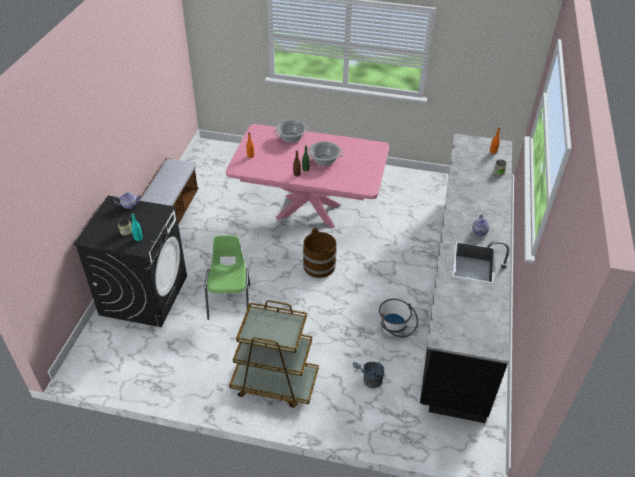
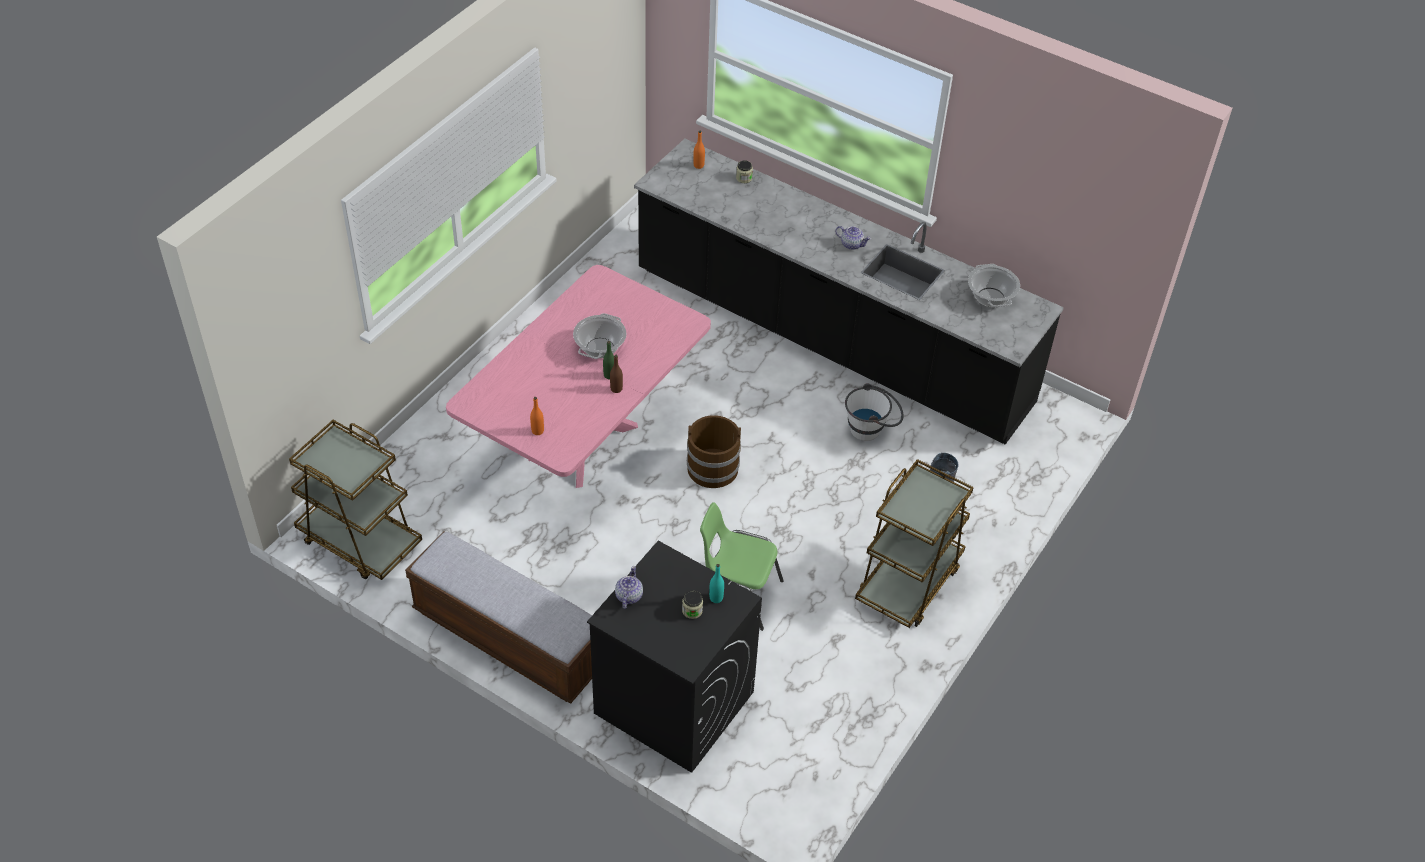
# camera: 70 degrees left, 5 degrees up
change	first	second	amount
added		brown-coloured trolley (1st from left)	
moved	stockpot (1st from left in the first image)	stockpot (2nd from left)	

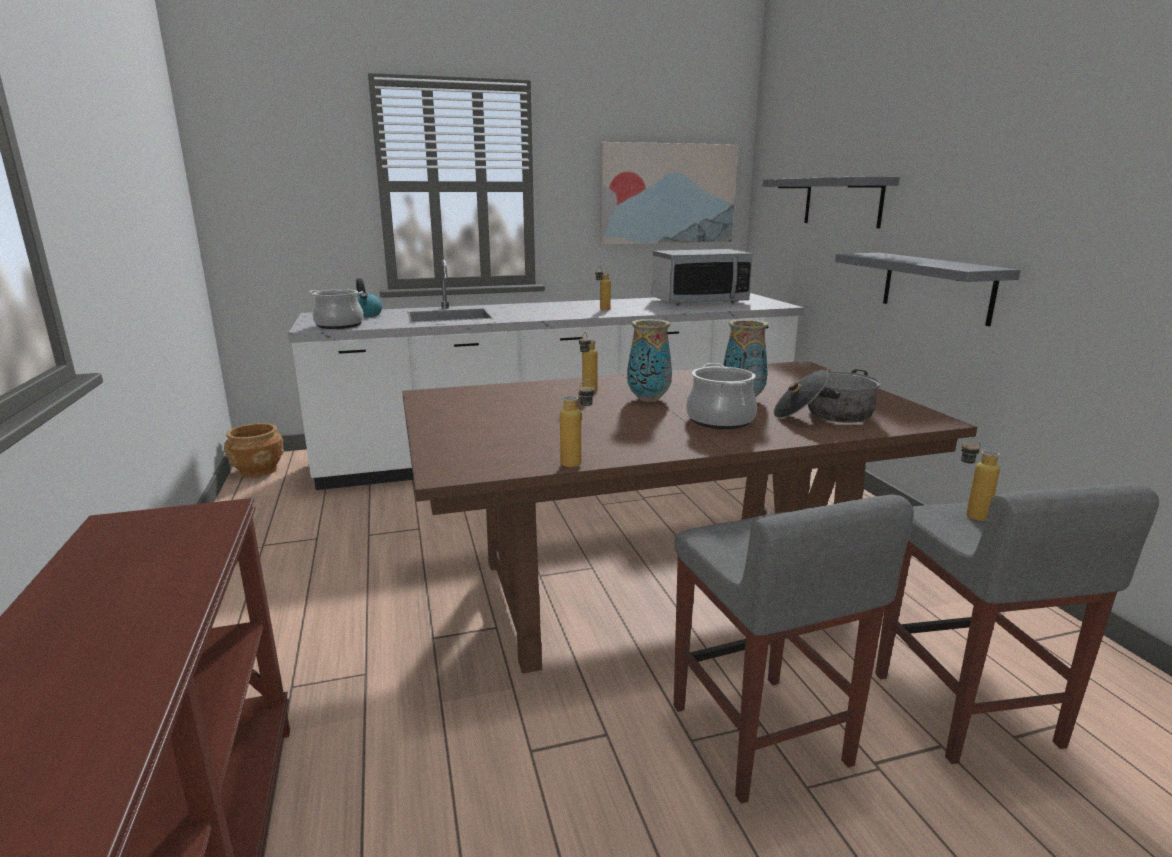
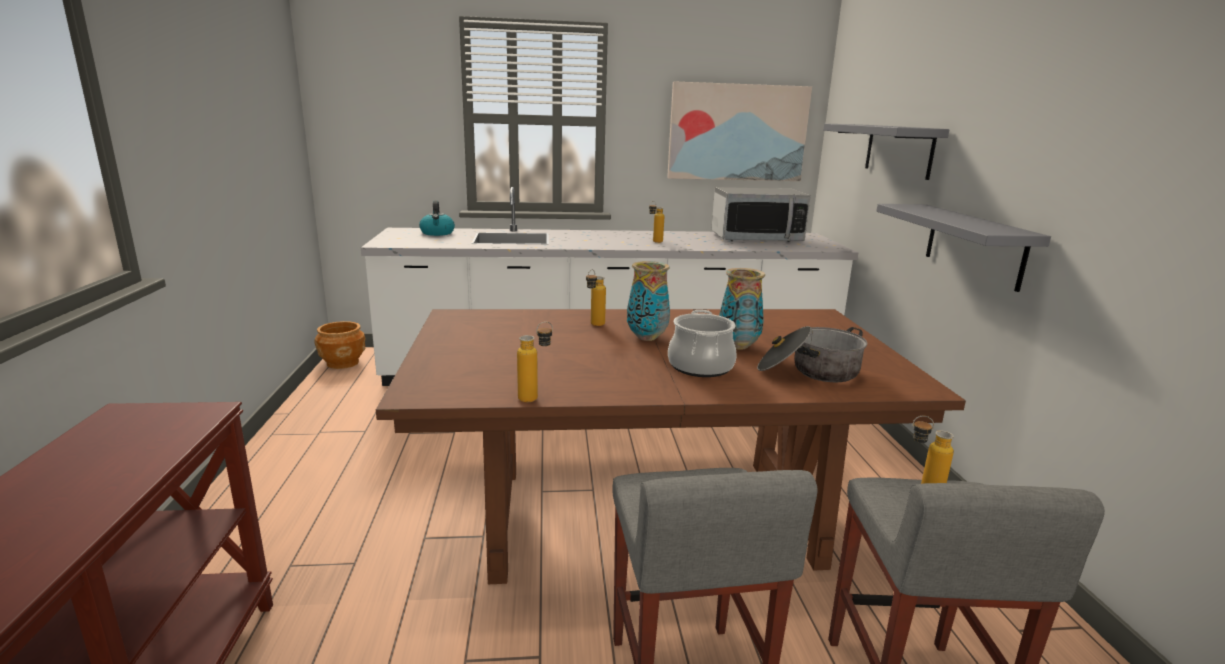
# camera: 10 degrees right, 0 degrees up
change	first	second	amount
removed	stockpot (1st from left)		

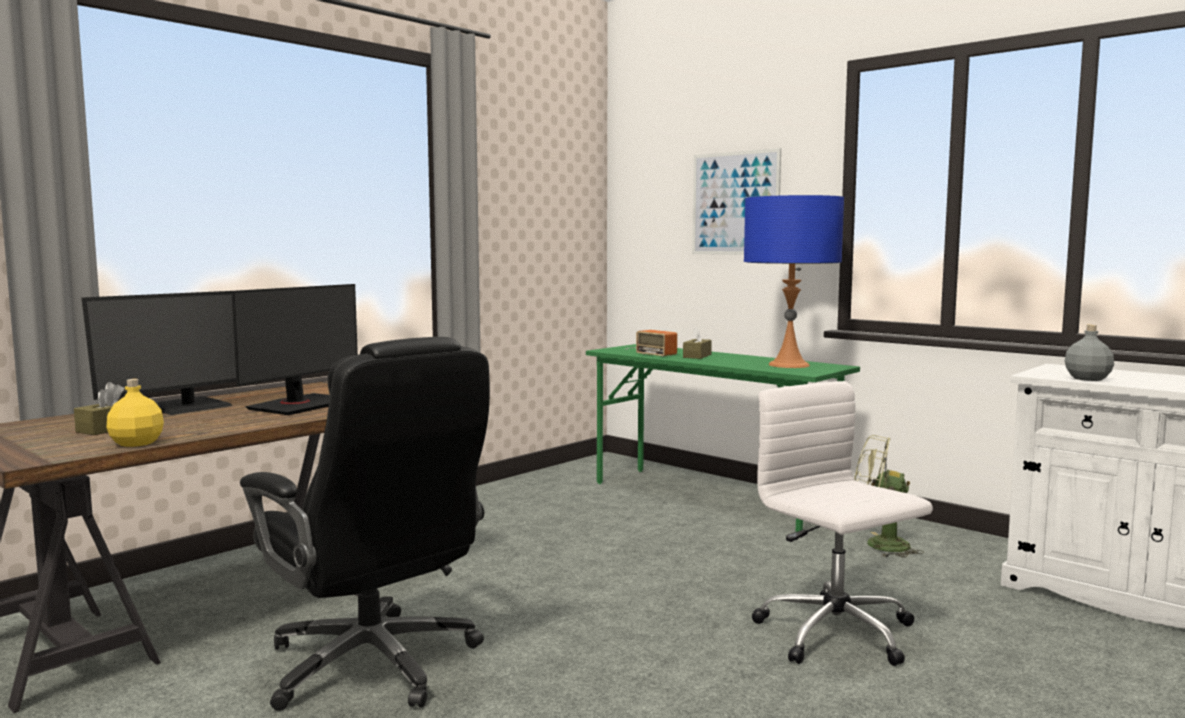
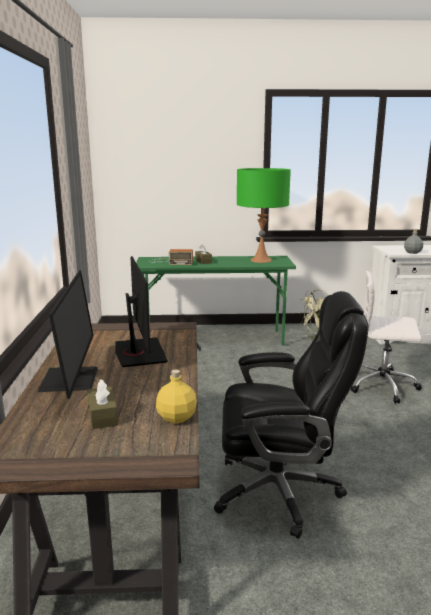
# camera: 45 degrees left, 10 degrees up
change	first	second	amount
recoloured	bluish lamp for a table	green-coloured lamp for a table	
removed	picture		

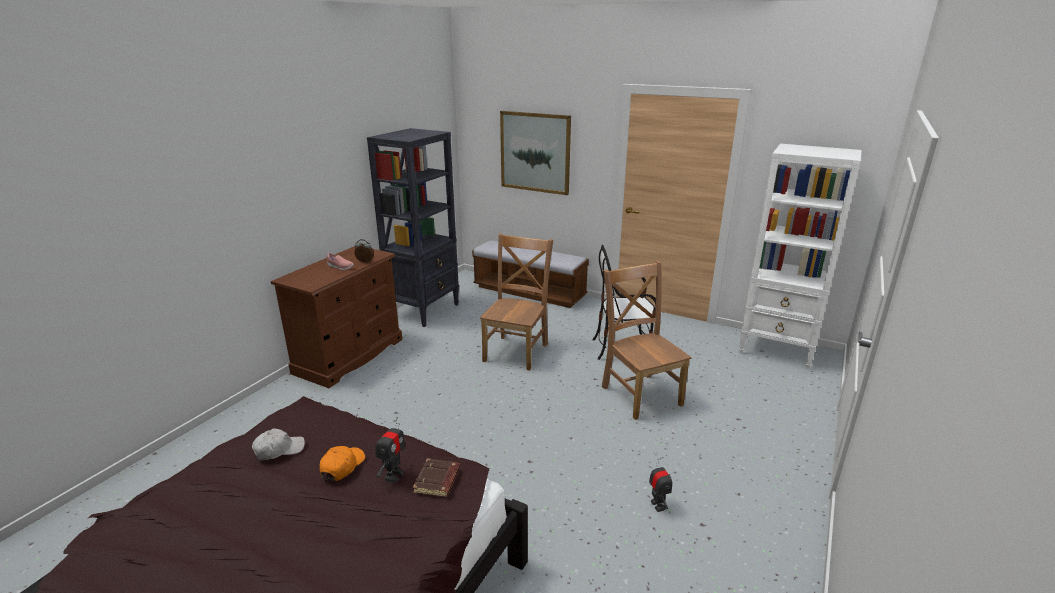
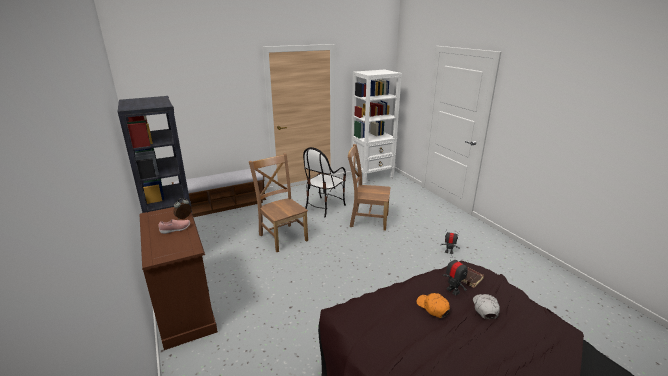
# camera: 55 degrees left, 0 degrees up
change	first	second	amount
moved	white-coloured baseball cap		
removed	picture		

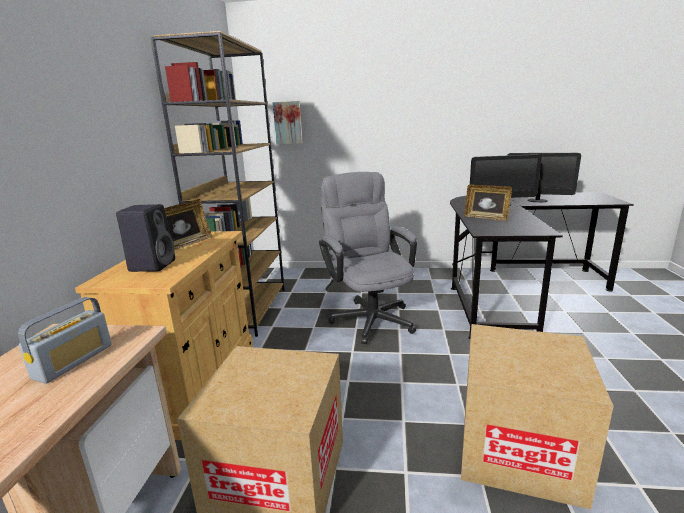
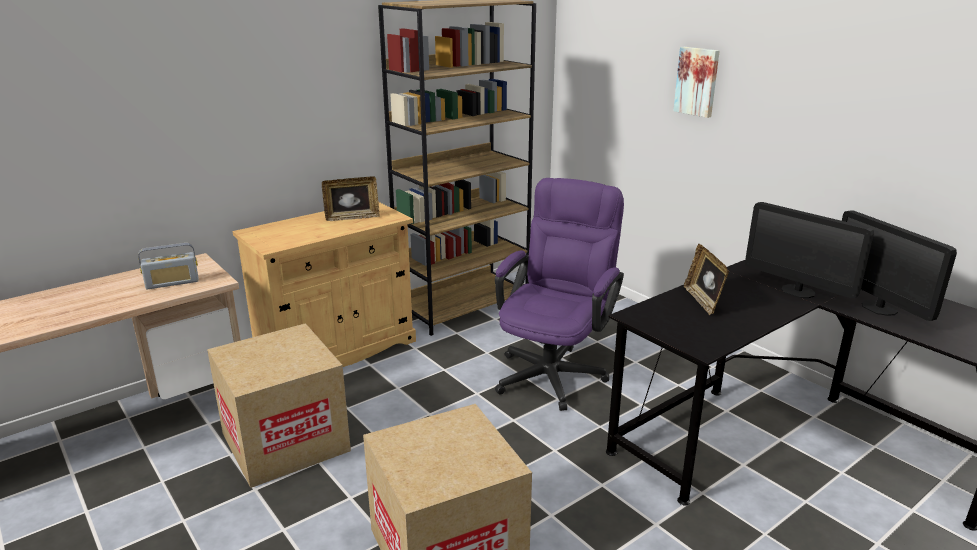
# camera: 45 degrees right, 5 degrees up
change	first	second	amount
recoloured	grey computer chair	purplish computer chair	
moved	picture		
removed	black-coloured loudspeaker		

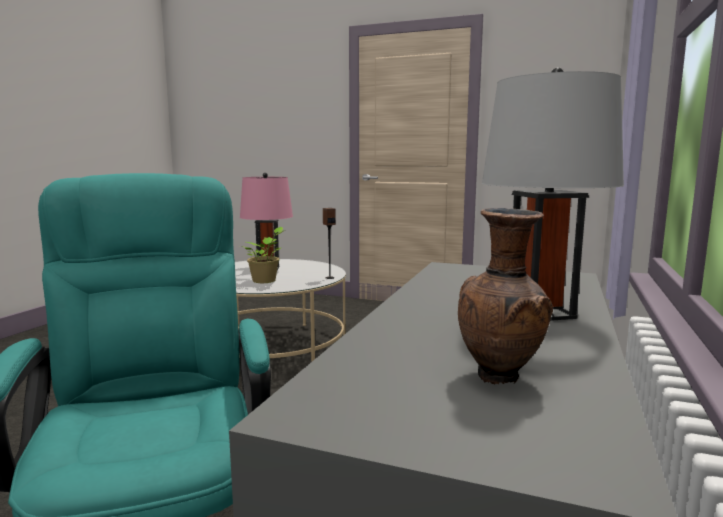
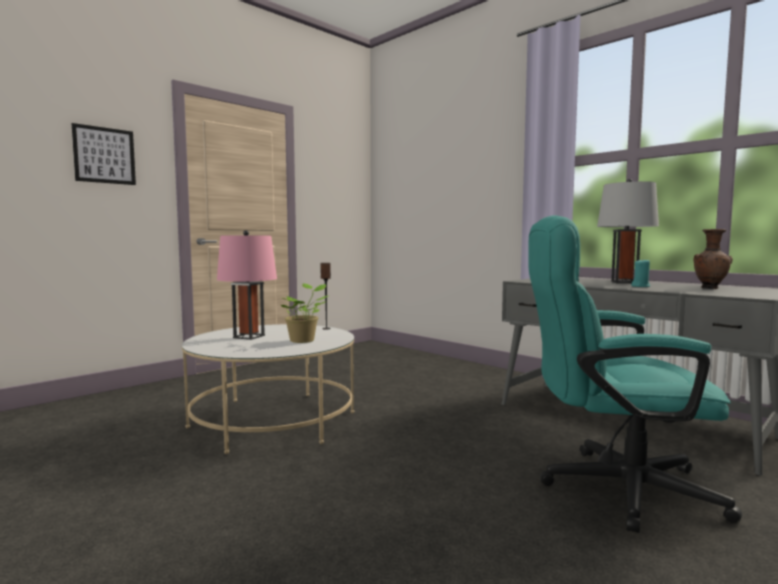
# camera: 65 degrees left, 5 degrees down
change	first	second	amount
added		picture	
added		blue-green wax candle	

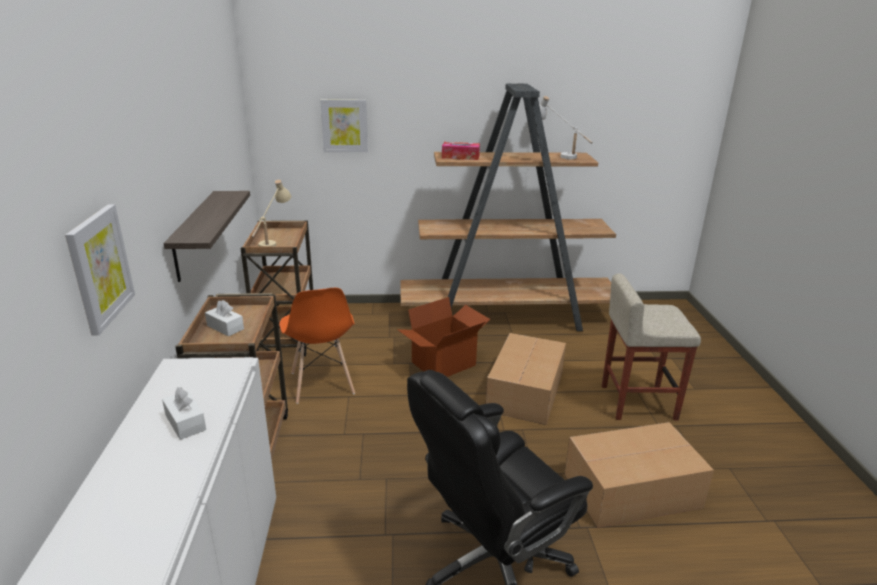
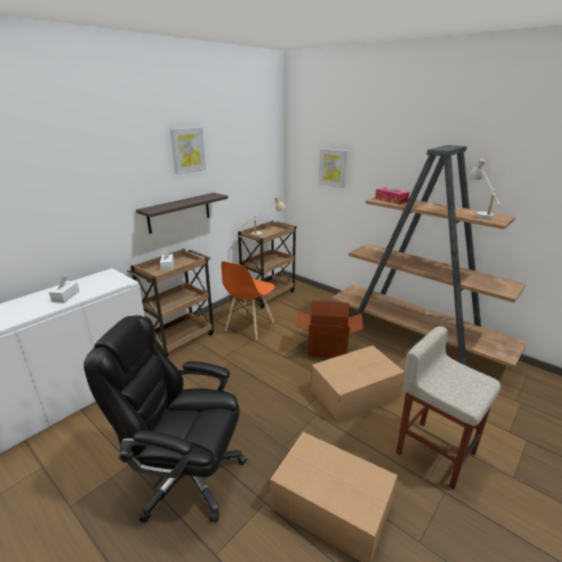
# camera: 45 degrees right, 0 degrees up
change	first	second	amount
moved	picture (1st from left)		

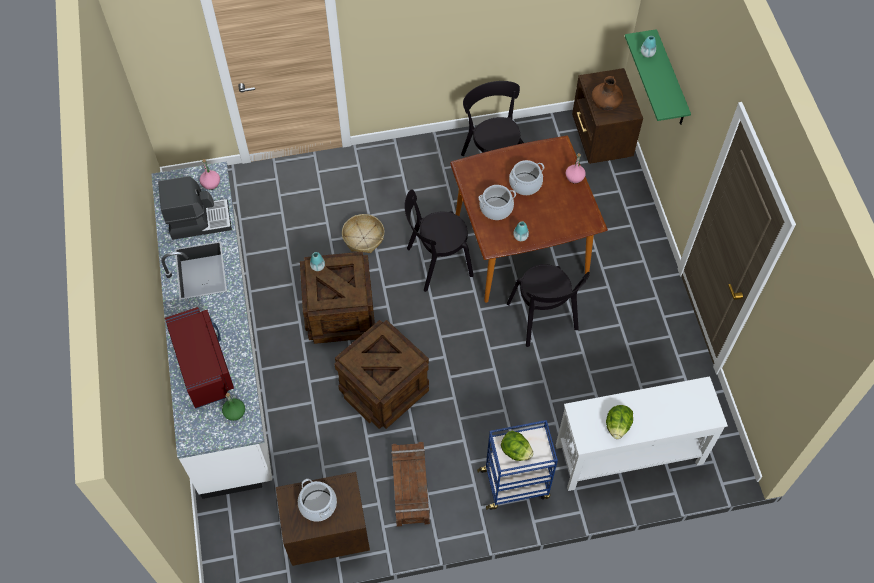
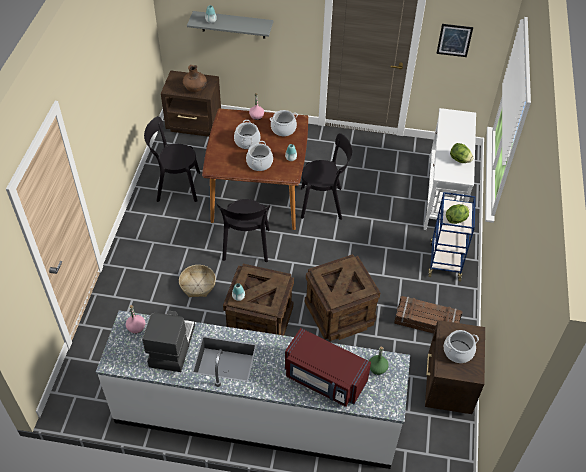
# camera: 70 degrees left, 10 degrees down
change	first	second	amount
recoloured	green-coloured bracket shelf	grey bracket shelf	
added		stockpot (3rd from left)	
turned	red microwave oven		150 degrees counterclockwise
added		picture	

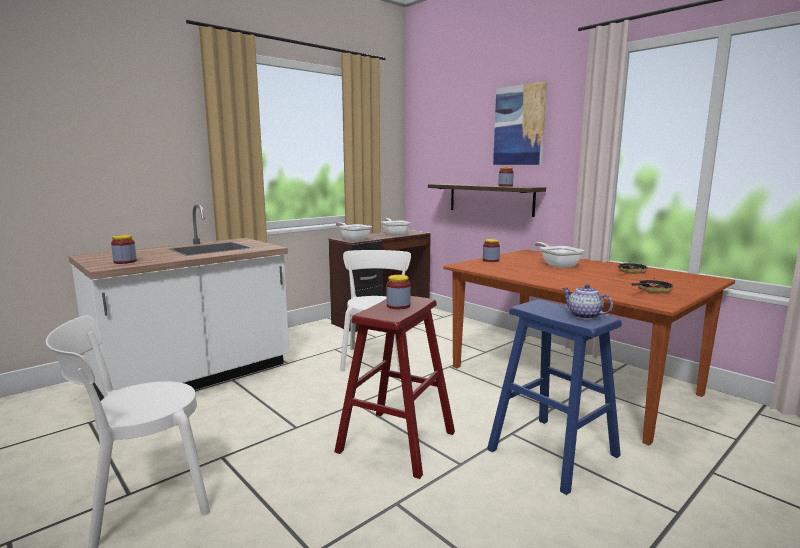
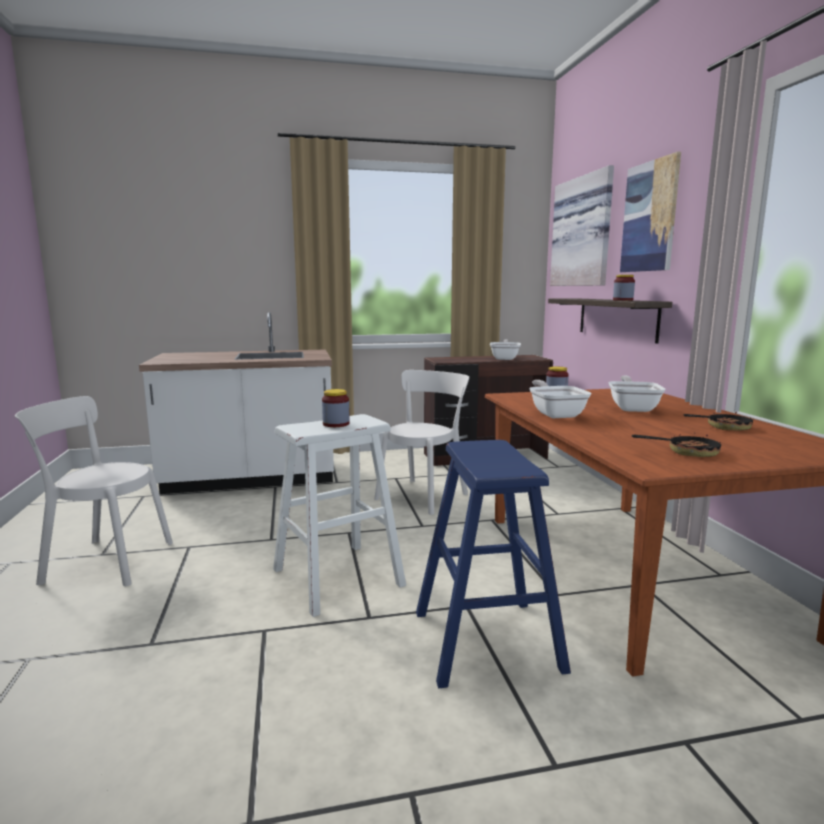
# camera: 30 degrees right, 0 degrees up
change	first	second	amount
recoloured	red stool	white-coloured stool	
moved	frying pan (1st from left in the first image)	frying pan (2nd from left)	
added		picture (1st from left)	
removed	storage jar (1st from left)		
removed	tea pot		

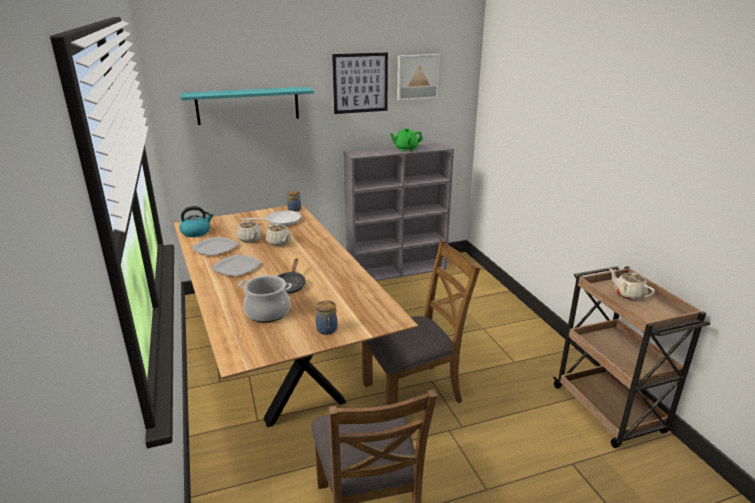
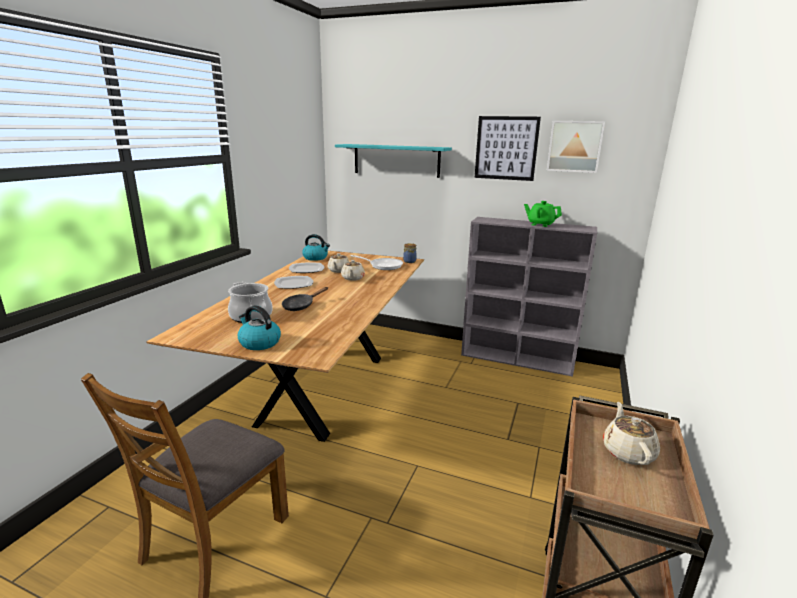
# camera: 40 degrees right, 5 degrees down
change	first	second	amount
replaced	storage jar (2nd from left)	kettle (1st from left)	
removed	brown-coloured plain chair (2nd from left)		

